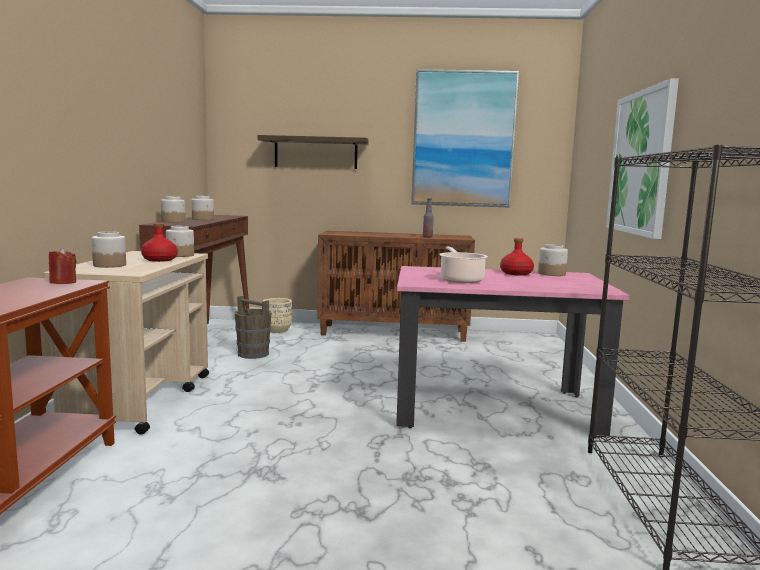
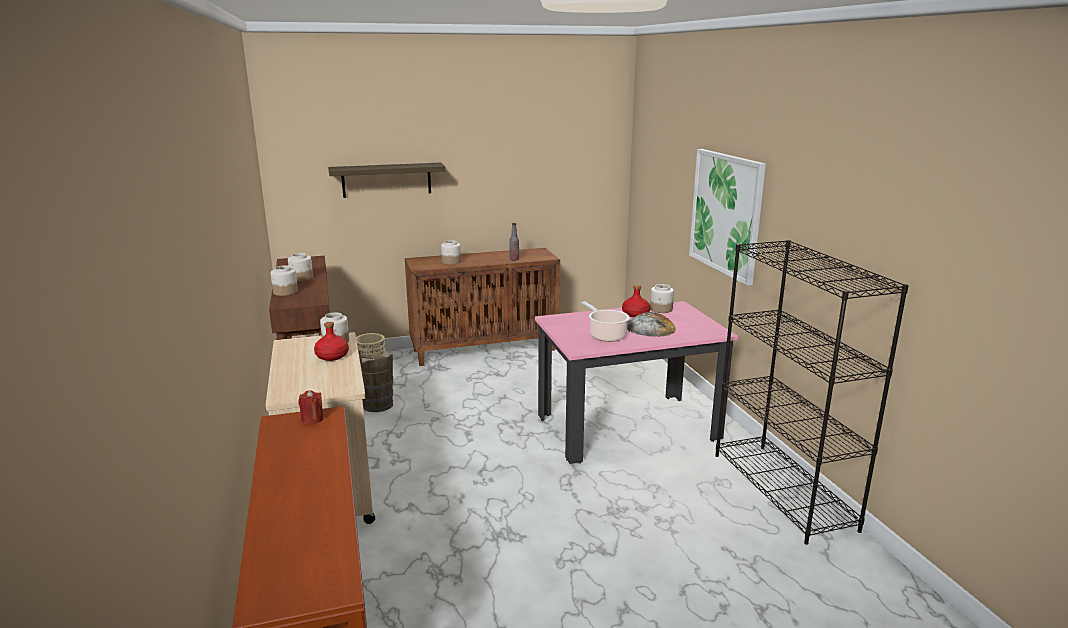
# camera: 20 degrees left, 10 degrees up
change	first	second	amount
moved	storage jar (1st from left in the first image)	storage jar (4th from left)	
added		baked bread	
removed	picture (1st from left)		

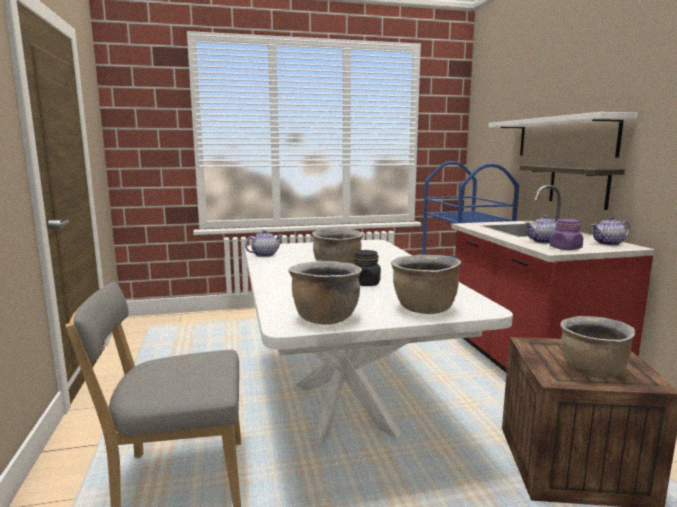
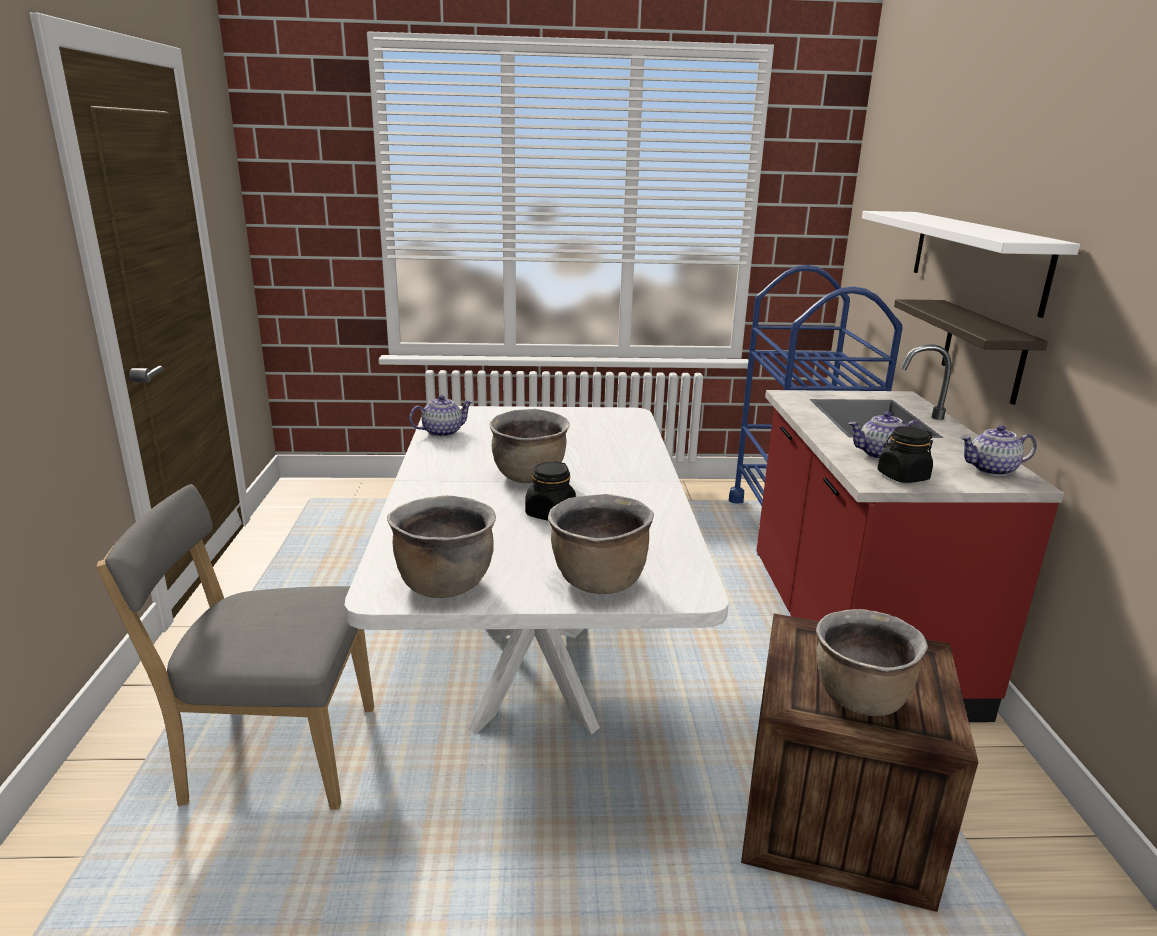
# camera: 10 degrees right, 10 degrees up
change	first	second	amount
recoloured	purplish storage jar	black-coloured storage jar (2nd from left)	

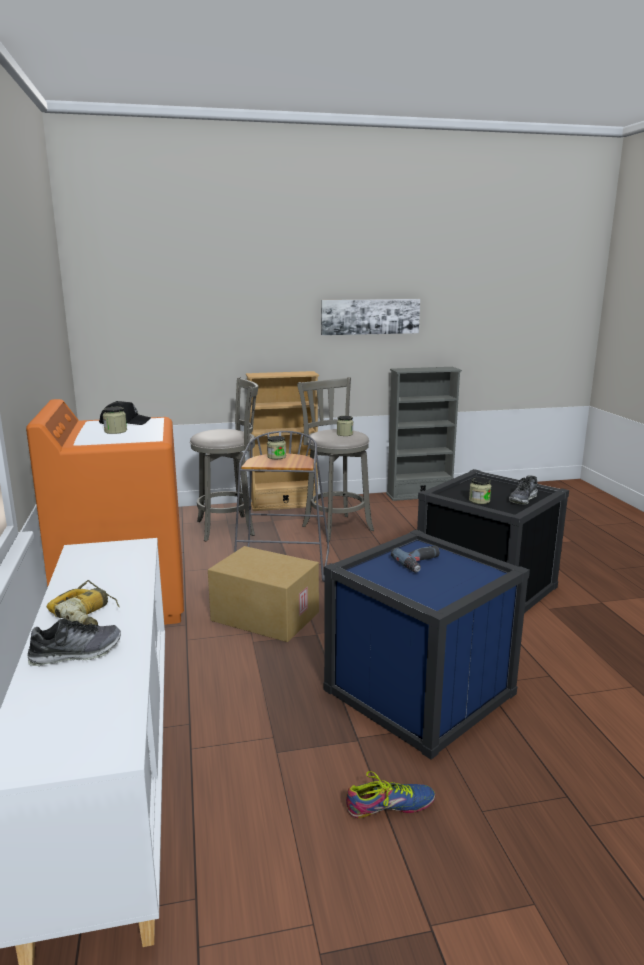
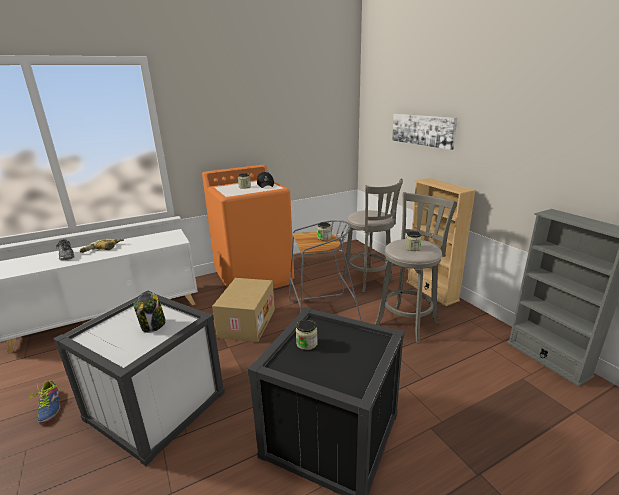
# camera: 75 degrees right, 5 degrees up
change	first	second	amount
recoloured	bluish storage bin	white-coloured storage bin	
replaced	drill (2nd from left)	storage jar (1st from left)	
moved	picture		
removed	low shoe (3rd from left)		

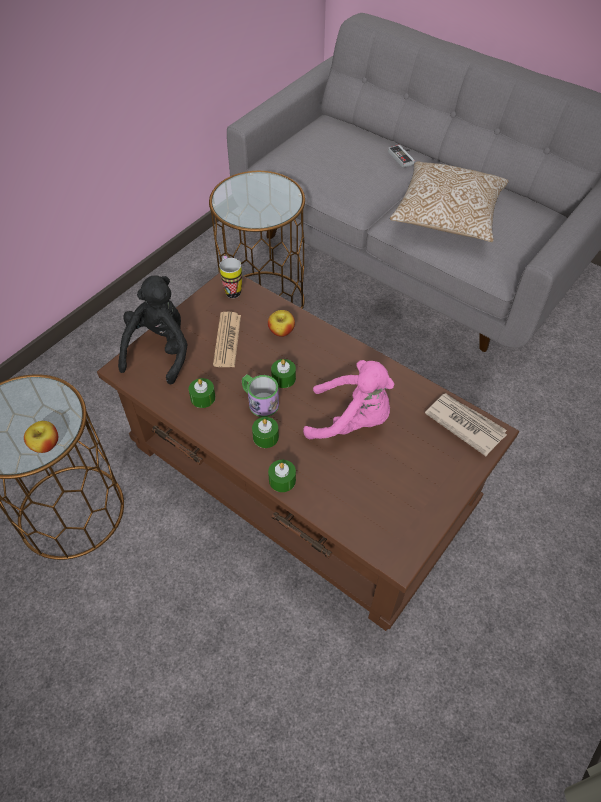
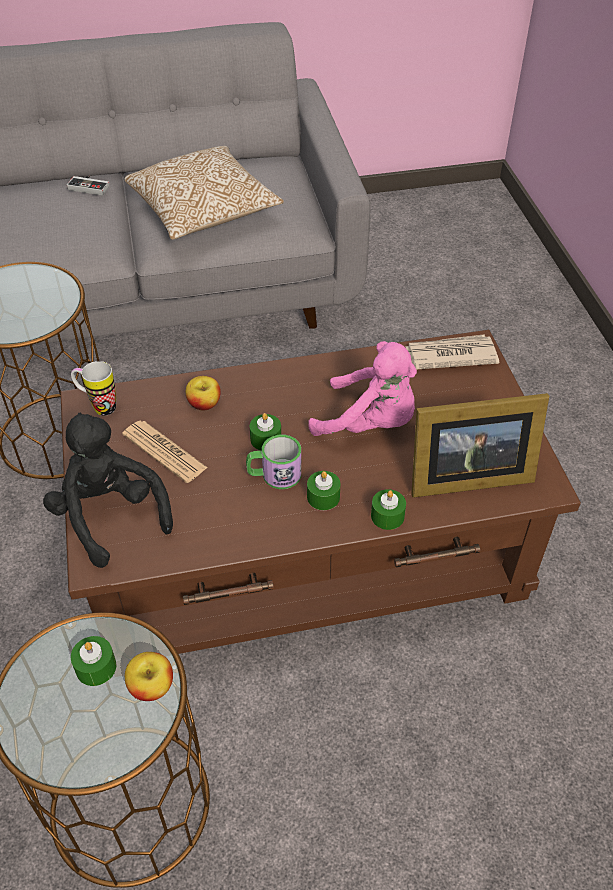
# camera: 50 degrees left, 5 degrees down
change	first	second	amount
moved	green-coloured wax candle (1st from left)		
turned	pink-coloured cuddly toy		60 degrees clockwise
added		photo frame	

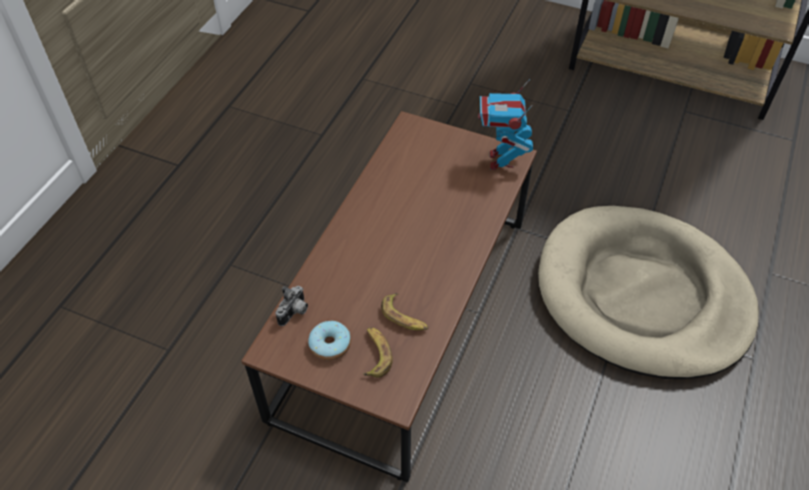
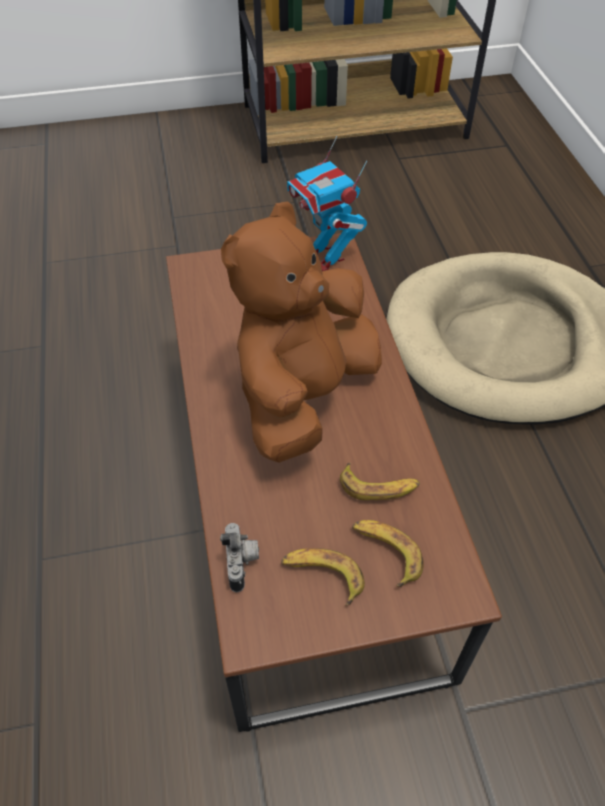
# camera: 35 degrees left, 0 degrees up
change	first	second	amount
added		brown-coloured cuddly toy	
replaced	donut	banana (1st from left)	

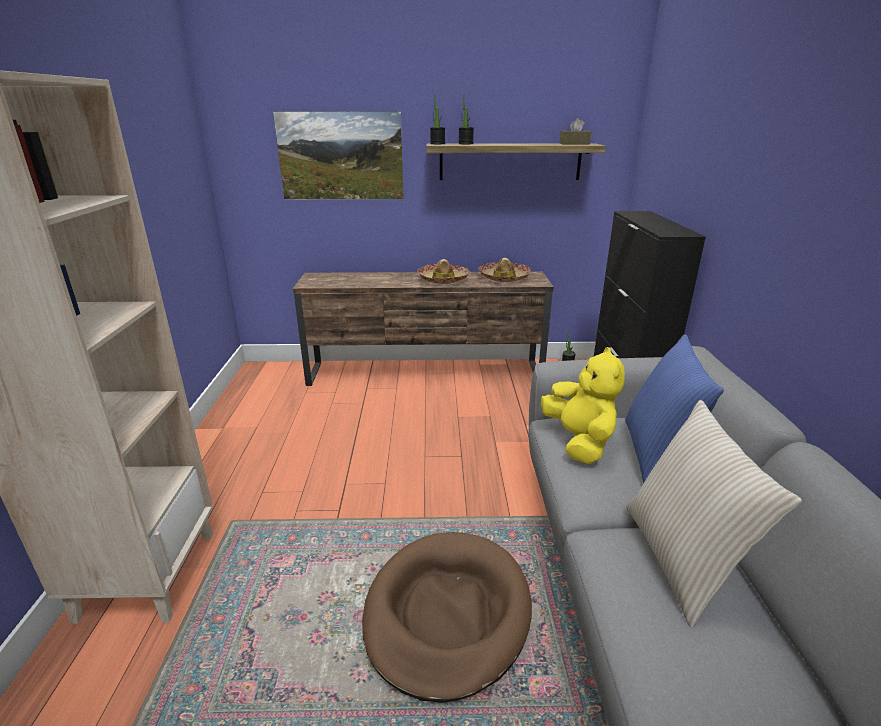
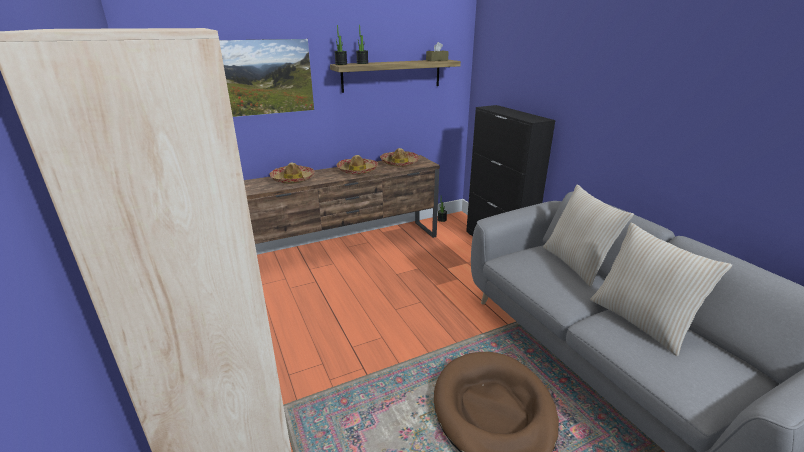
# camera: 25 degrees left, 0 degrees up
change	first	second	amount
added		wearable hat (1st from left)	
recoloured	bluish throw pillow	beige throw pillow (1st from left)	
removed	yellow-coloured cuddly toy		

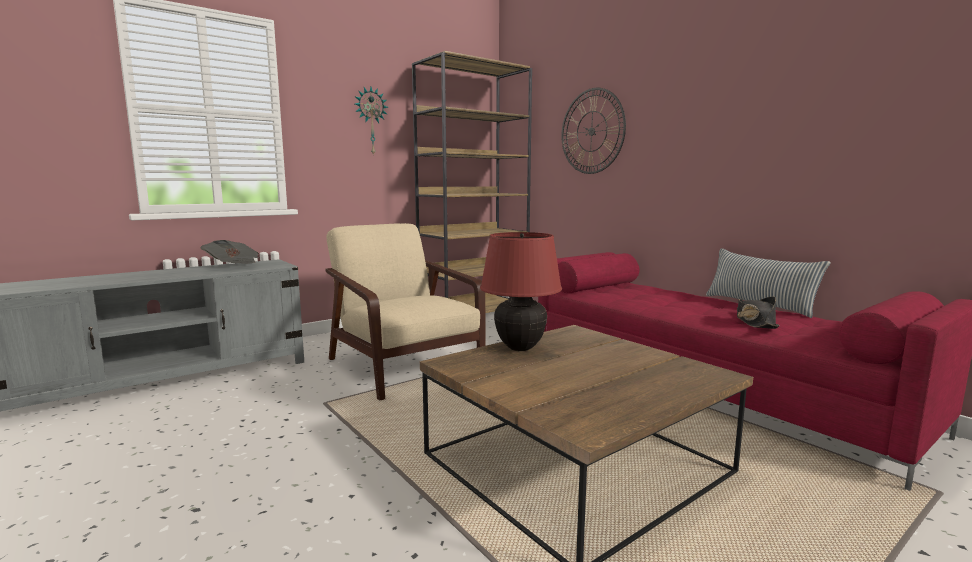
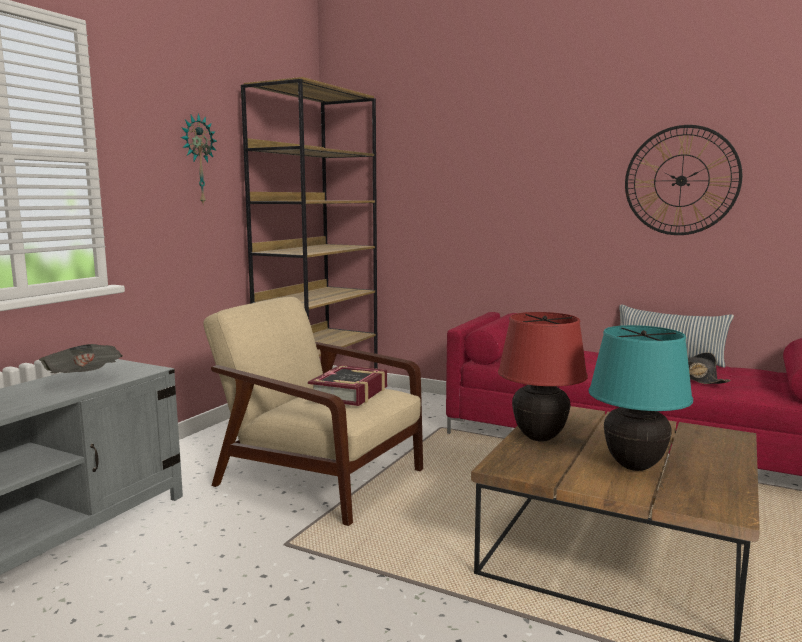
# camera: 25 degrees left, 0 degrees up
change	first	second	amount
added		volume	
added		blue-green lamp for a table	
moved	hanging clock (2nd from left)		

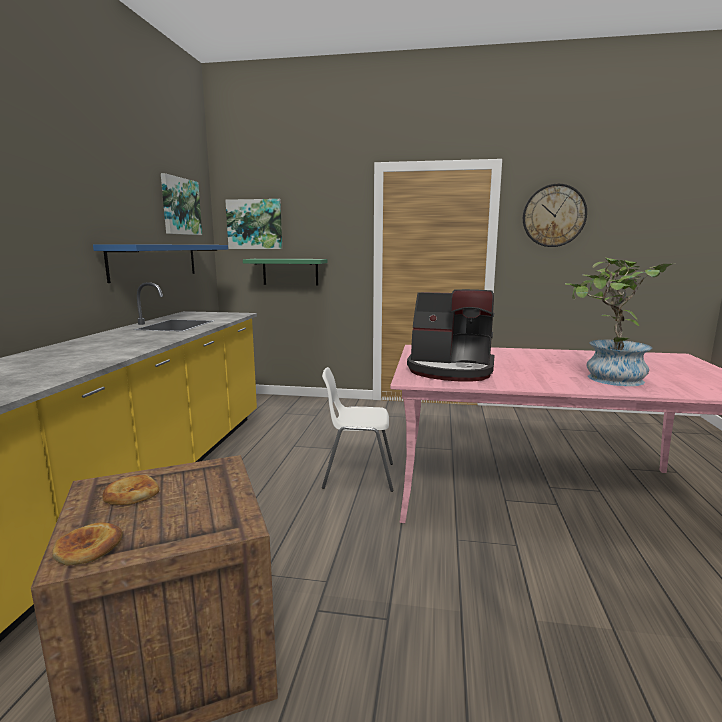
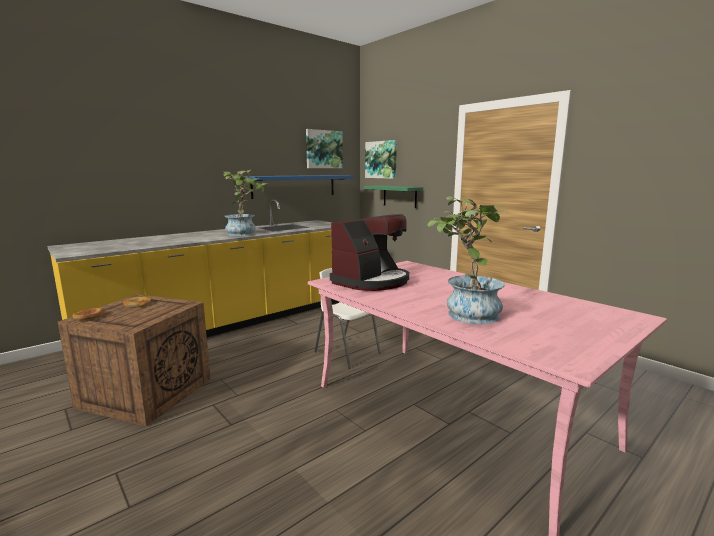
# camera: 40 degrees right, 0 degrees up
change	first	second	amount
added		houseplant (1st from left)	
turned	coffee machine		105 degrees counterclockwise
removed	hanging clock		

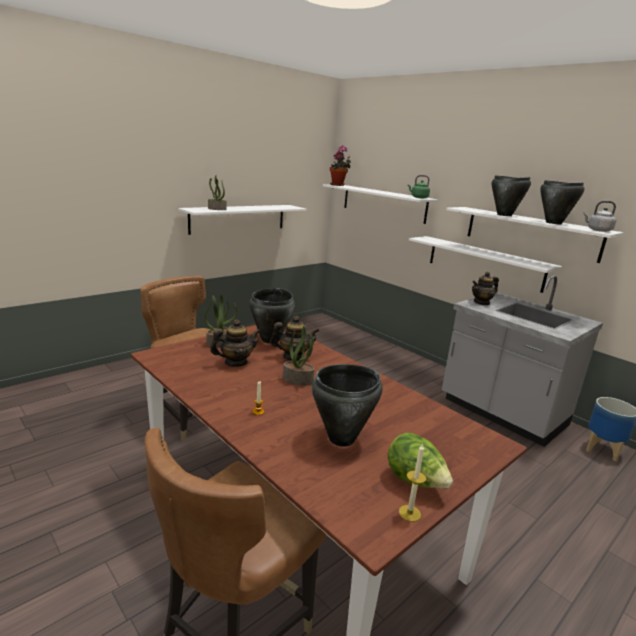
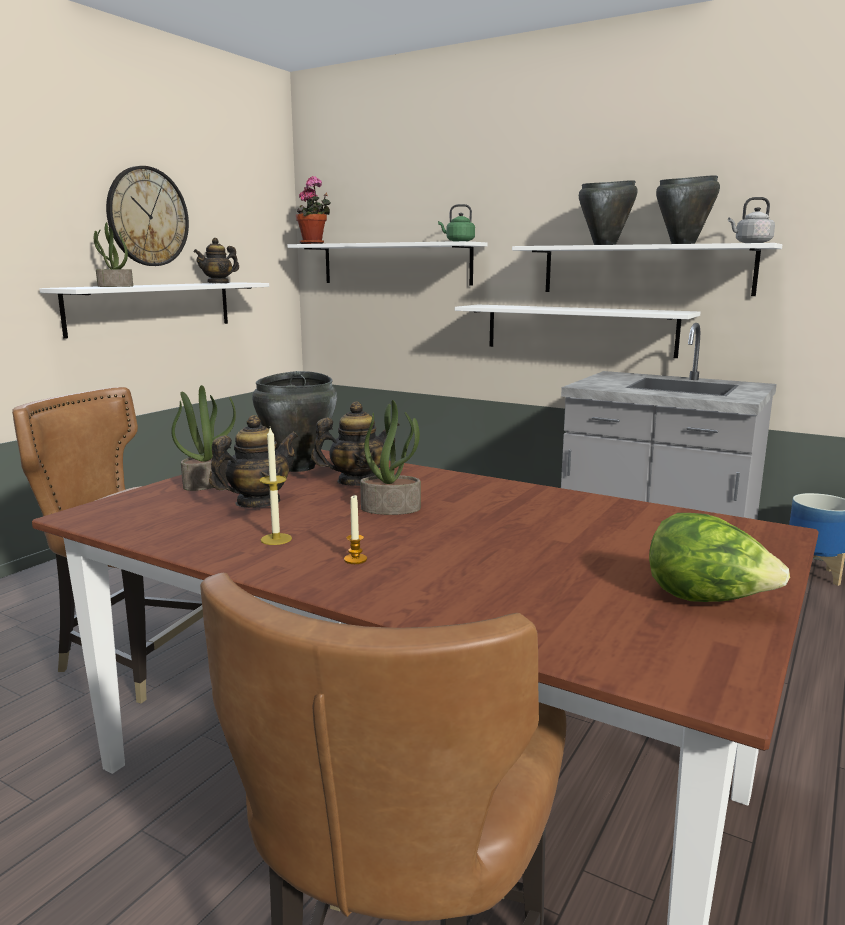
# camera: 15 degrees left, 5 degrees down
change	first	second	amount
added		hanging clock	
moved	tea pot (3rd from left in the first image)	tea pot (1st from left)	
moved	wax candle (2nd from left in the first image)	wax candle (1st from left)	
removed	black-coloured stockpot (2nd from left)		

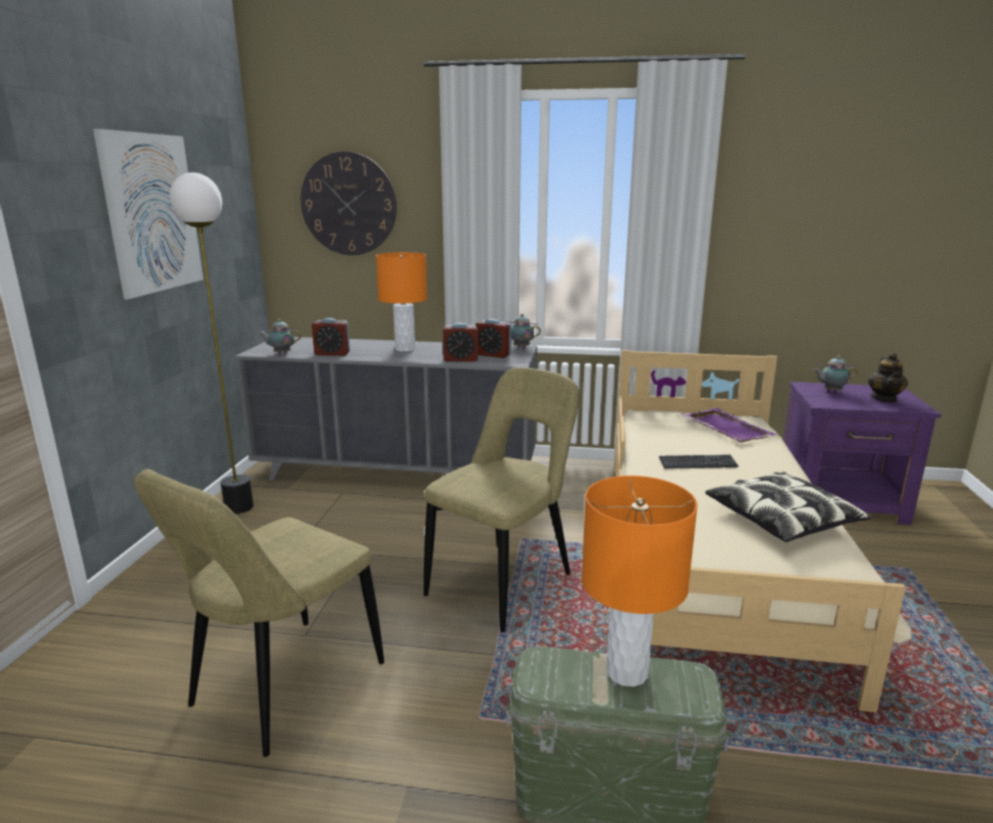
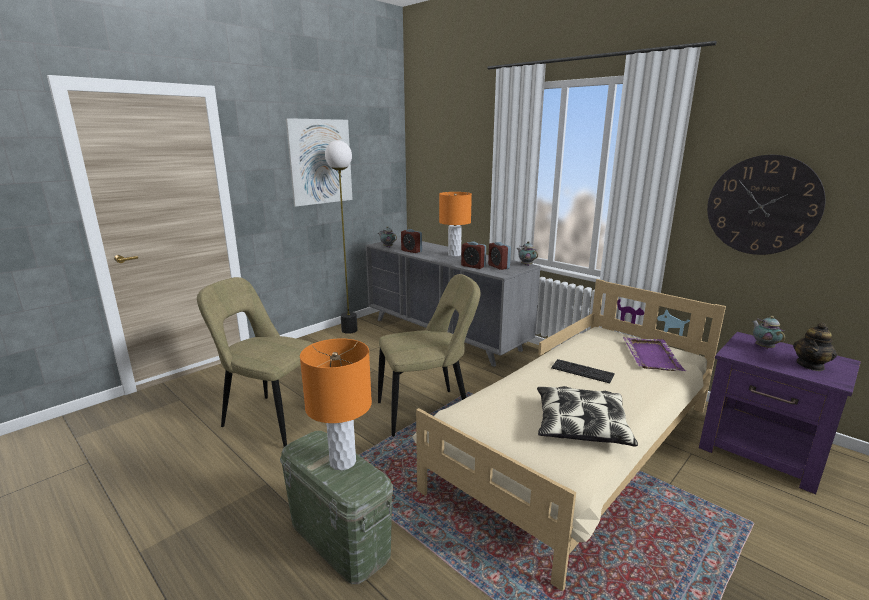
# camera: 35 degrees right, 0 degrees up
change	first	second	amount
turned	beige plain chair (1st from left)		45 degrees clockwise
moved	hanging clock		
turned	tea pot (3rd from left)		45 degrees clockwise

